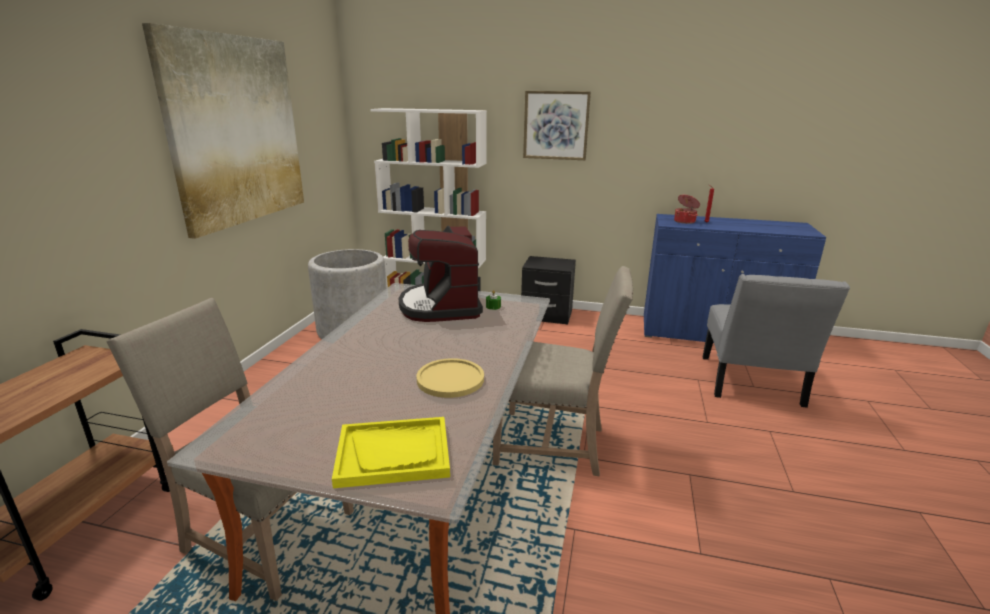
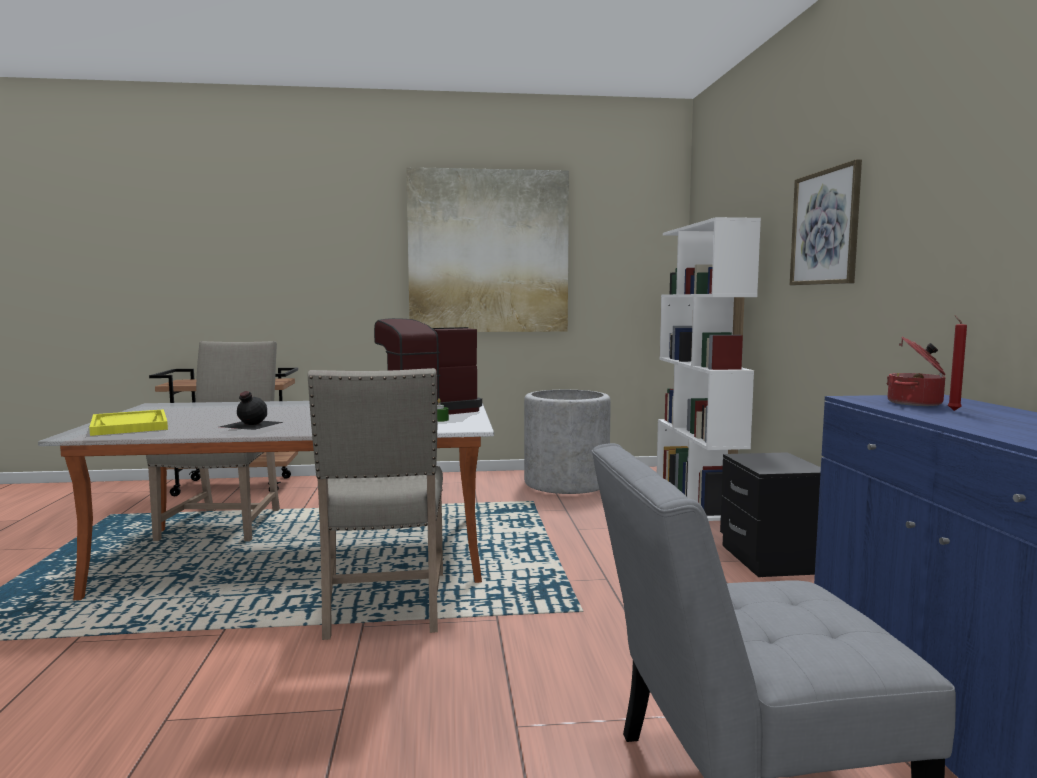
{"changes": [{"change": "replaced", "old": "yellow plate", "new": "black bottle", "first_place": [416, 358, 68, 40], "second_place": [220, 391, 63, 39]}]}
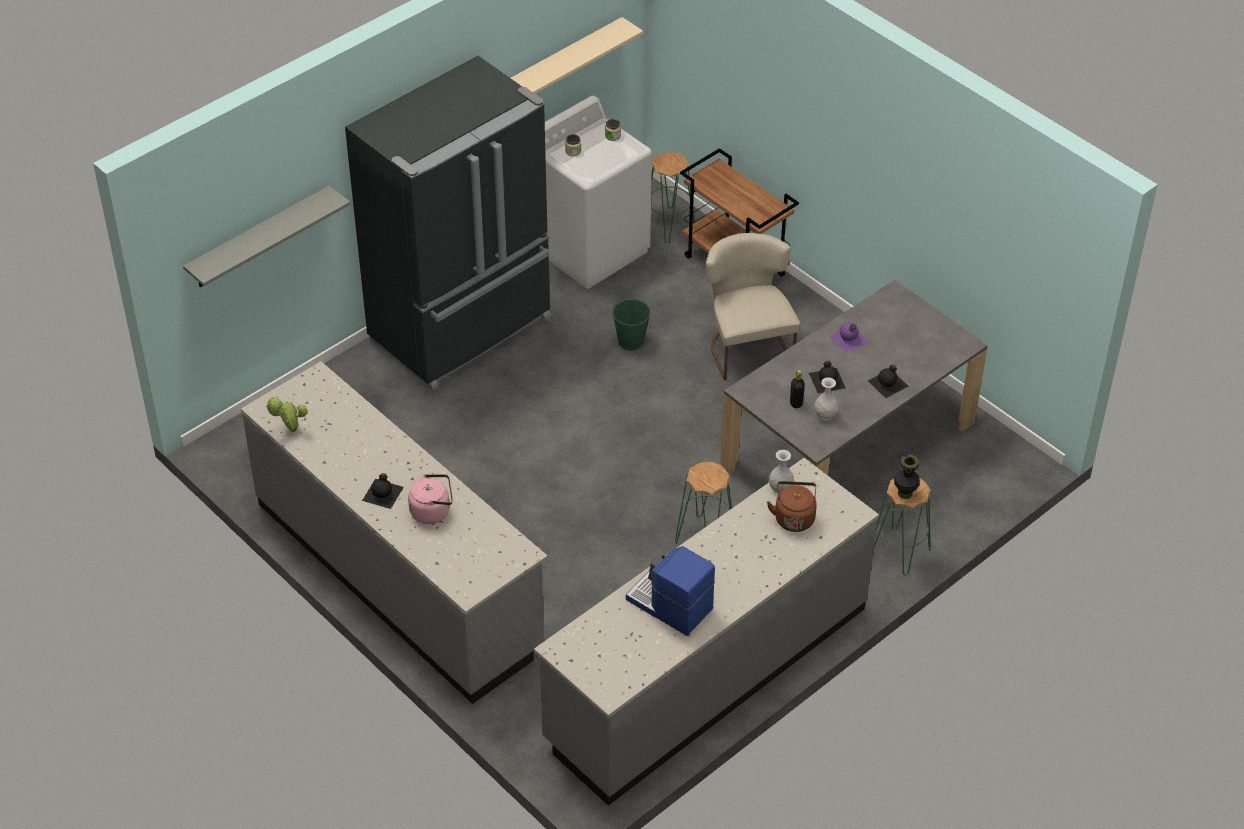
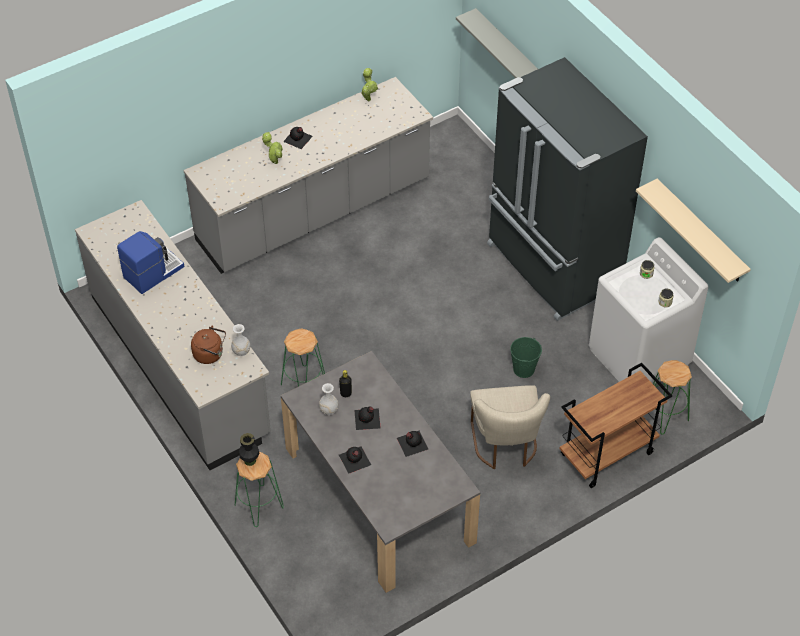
{"changes": [{"change": "replaced", "old": "pink kettle", "new": "potted plant", "first_place": [408, 474, 45, 50], "second_place": [262, 132, 21, 32]}, {"change": "turned", "old": "beige chair", "first_place": [706, 233, 94, 147], "second_place": [470, 385, 80, 84], "degrees": 90}, {"change": "recoloured", "old": "purple bottle", "new": "black bottle", "first_place": [829, 322, 40, 31], "second_place": [397, 431, 31, 26]}]}
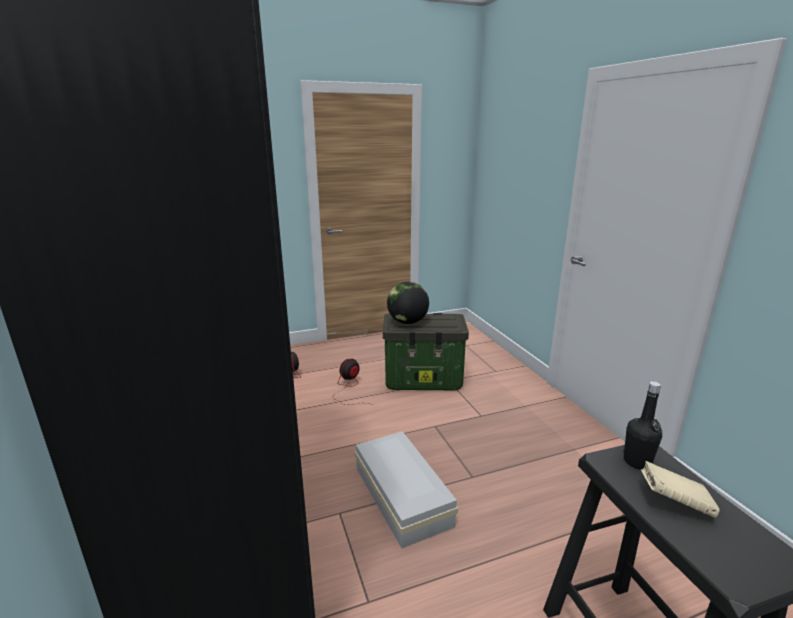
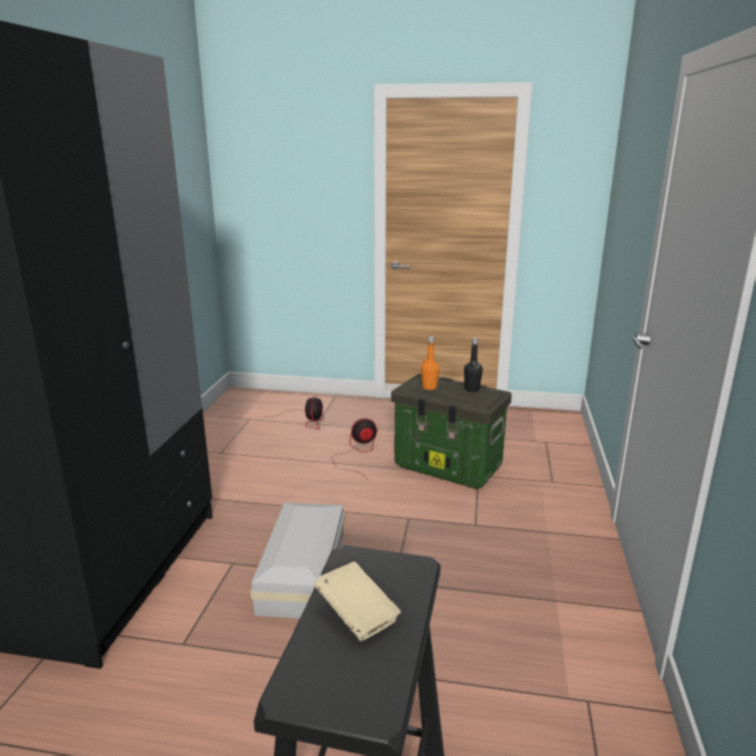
{"changes": [{"change": "replaced", "old": "globe", "new": "orange bottle", "first_place": [387, 282, 42, 42], "second_place": [421, 336, 18, 54]}, {"change": "moved", "old": "black bottle", "first_place": [624, 381, 38, 88], "second_place": [464, 338, 19, 54]}]}
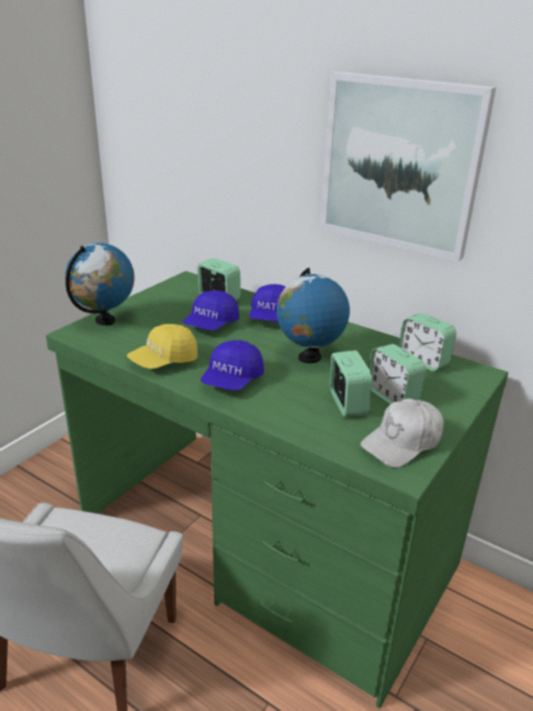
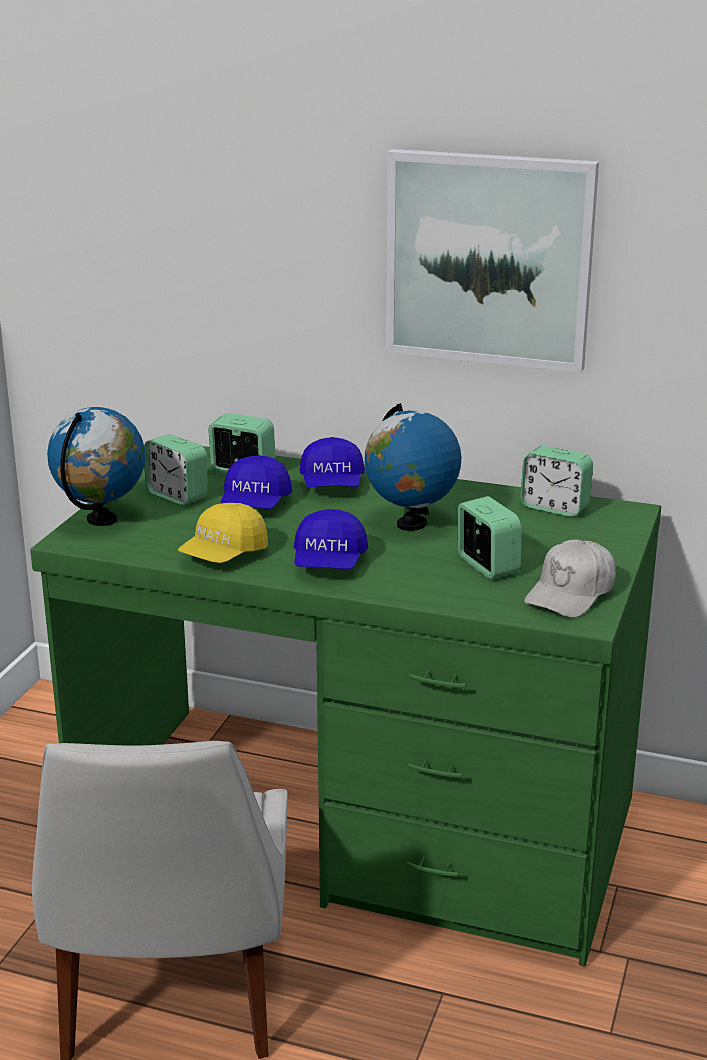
{"changes": [{"change": "moved", "old": "alarm clock", "first_place": [369, 344, 57, 61], "second_place": [144, 434, 64, 71]}]}
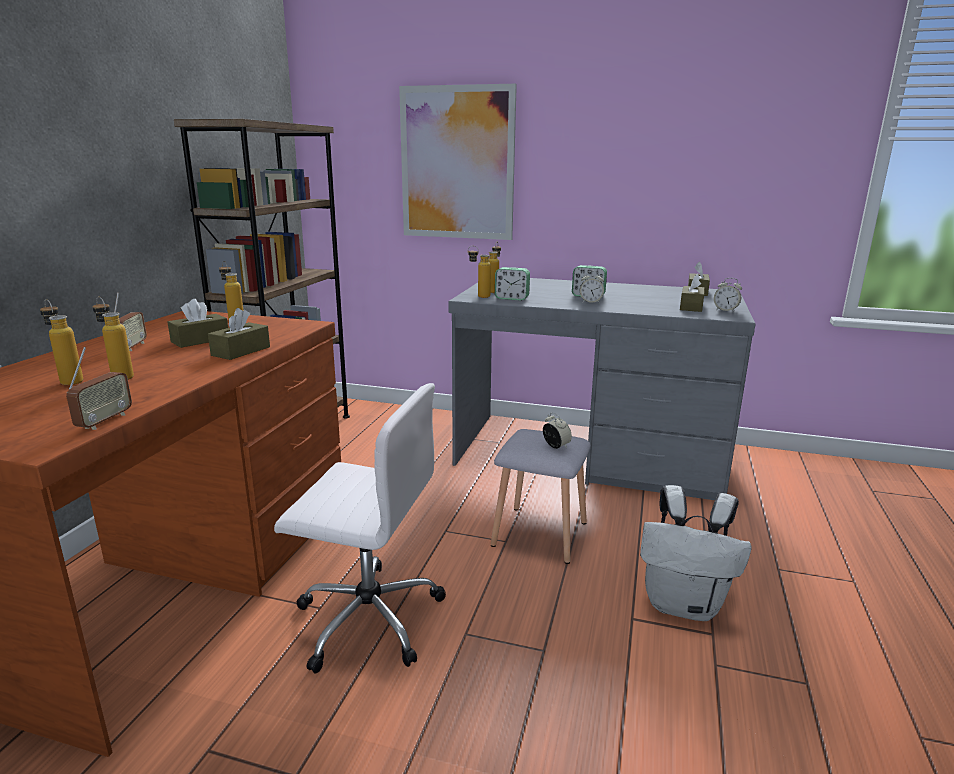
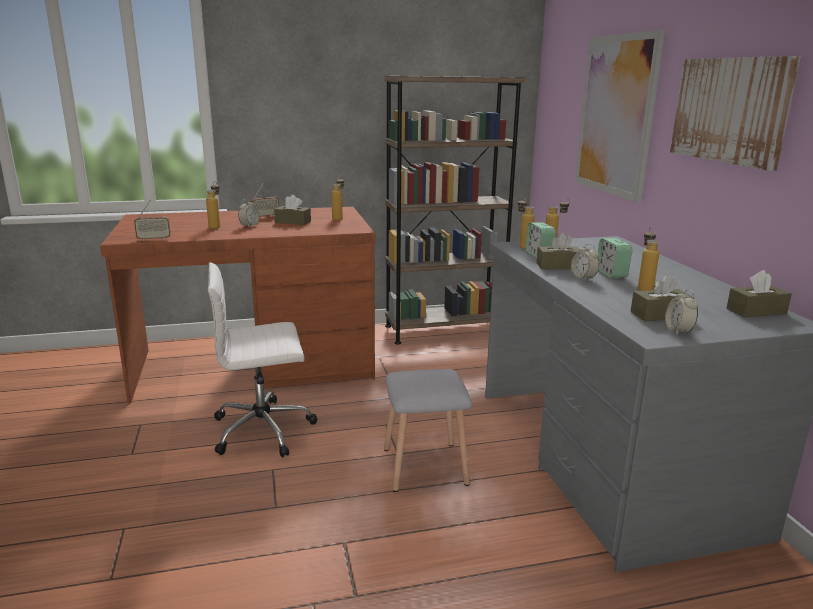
{"changes": [{"change": "moved", "old": "bottle", "first_place": [40, 299, 43, 86], "second_place": [638, 227, 21, 64]}, {"change": "moved", "old": "brown tissue box", "first_place": [208, 308, 62, 52], "second_place": [536, 233, 43, 36]}, {"change": "turned", "old": "white office chair", "first_place": [274, 383, 172, 291], "second_place": [208, 262, 109, 195], "degrees": 90}, {"change": "moved", "old": "alarm clock", "first_place": [543, 413, 29, 36], "second_place": [238, 199, 21, 28]}, {"change": "removed", "old": "white backpack", "first_place": [640, 485, 112, 136]}, {"change": "added", "new": "picture", "second_place": [670, 56, 131, 115]}]}
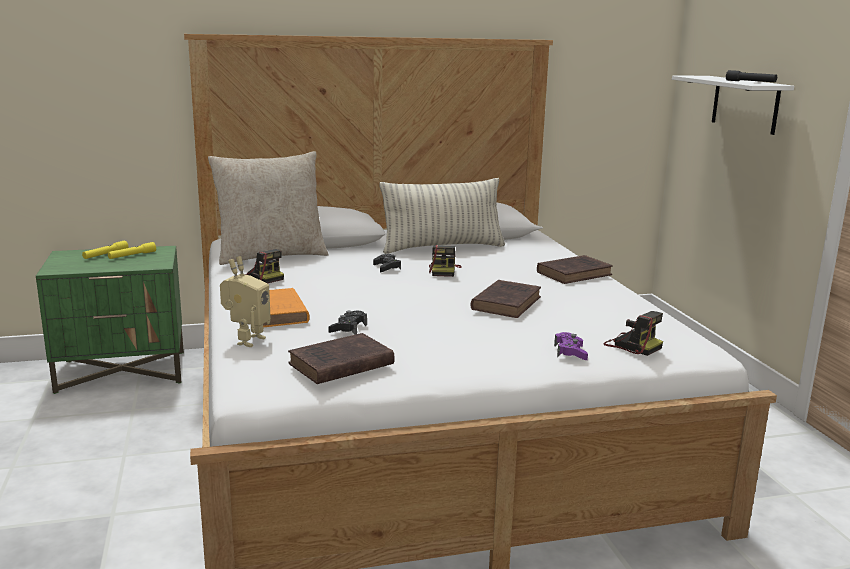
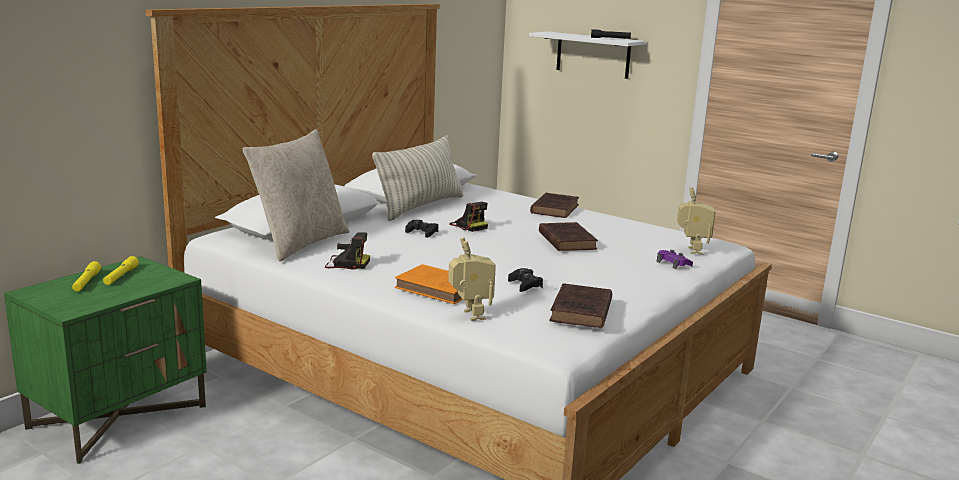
{"changes": [{"change": "replaced", "old": "photo camera", "new": "toy robot", "first_place": [604, 311, 59, 45], "second_place": [677, 187, 38, 68]}]}
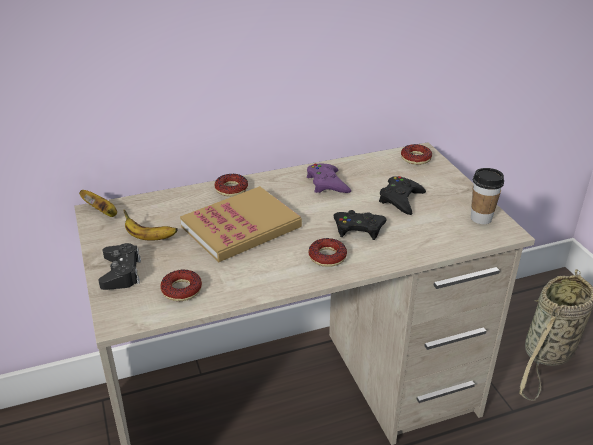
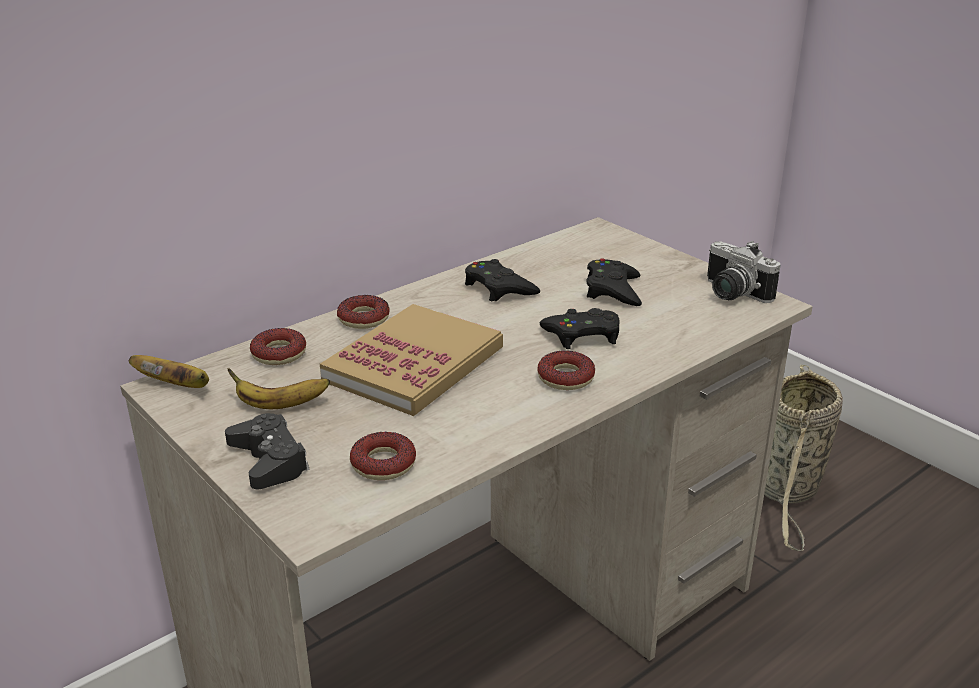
{"changes": [{"change": "recoloured", "old": "purple game controller", "new": "black game controller", "first_place": [307, 163, 44, 30], "second_place": [465, 259, 75, 42]}, {"change": "moved", "old": "donut", "first_place": [401, 144, 31, 21], "second_place": [250, 328, 56, 37]}, {"change": "replaced", "old": "cup", "new": "photo camera", "first_place": [471, 168, 33, 56], "second_place": [707, 241, 74, 62]}]}
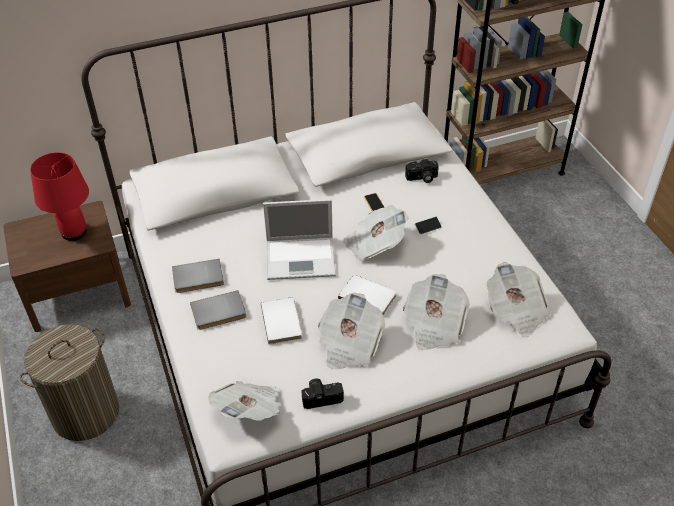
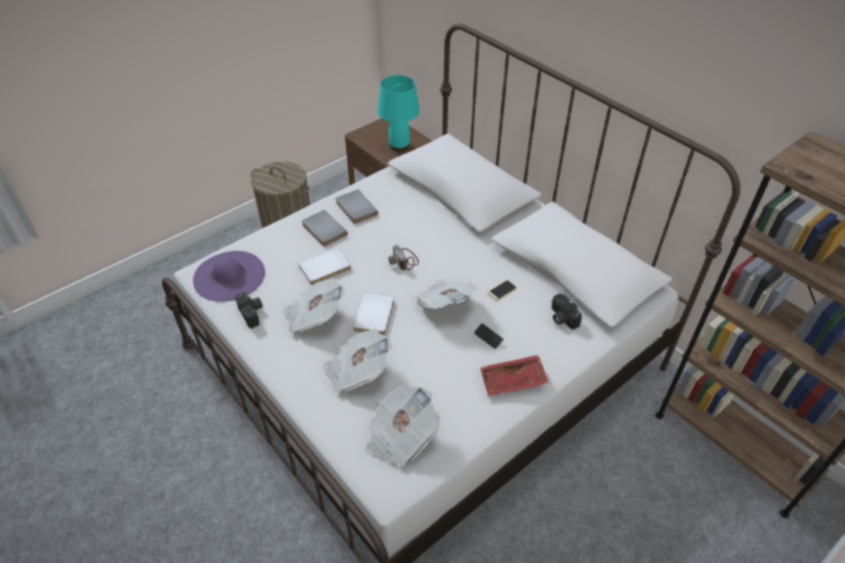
{"changes": [{"change": "recoloured", "old": "red table lamp", "new": "turquoise table lamp", "first_place": [30, 152, 59, 89], "second_place": [377, 75, 43, 77]}, {"change": "replaced", "old": "newspaper", "new": "purple hat", "first_place": [208, 381, 74, 40], "second_place": [193, 251, 72, 51]}, {"change": "replaced", "old": "laptop", "new": "photo camera", "first_place": [263, 199, 73, 81], "second_place": [388, 245, 31, 25]}, {"change": "added", "new": "red tray", "second_place": [480, 355, 69, 41]}]}
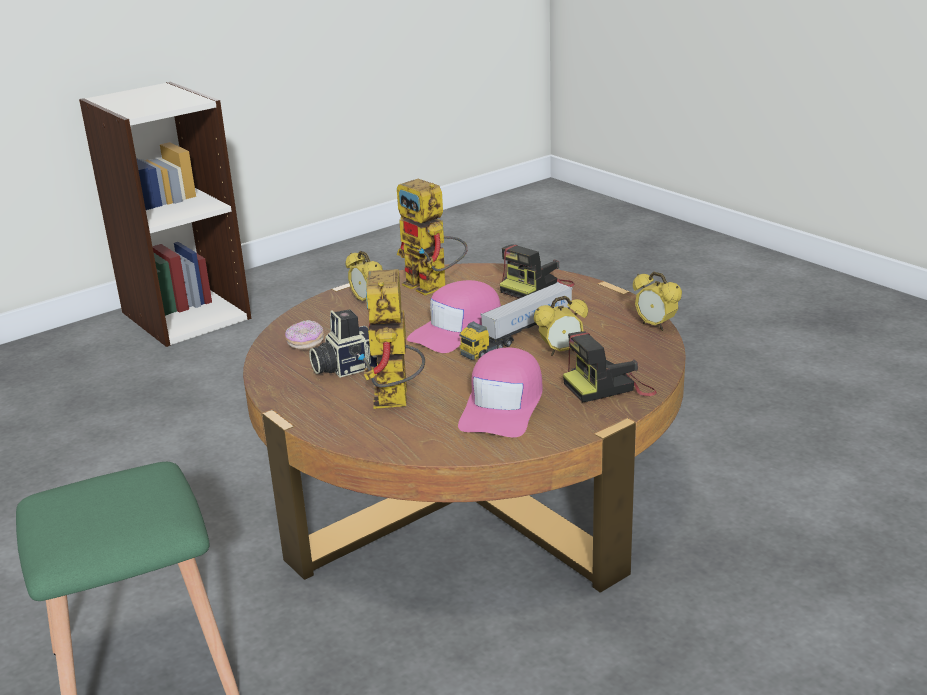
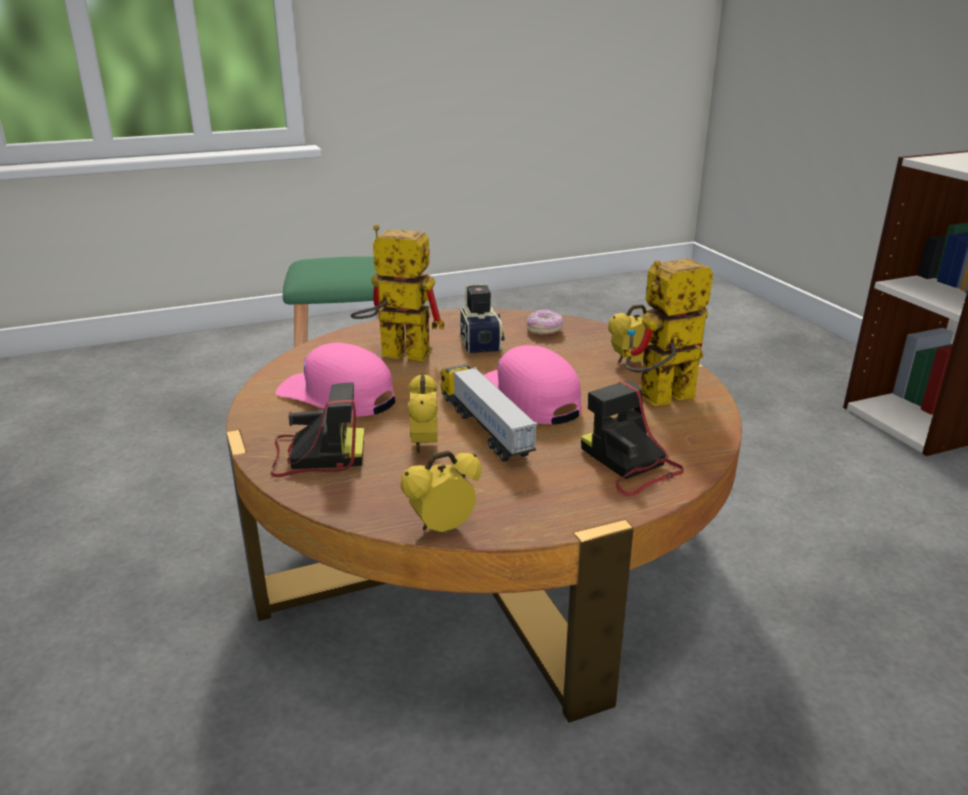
{"changes": [{"change": "turned", "old": "photo camera", "first_place": [563, 331, 94, 72], "second_place": [271, 382, 93, 95], "degrees": 90}]}
